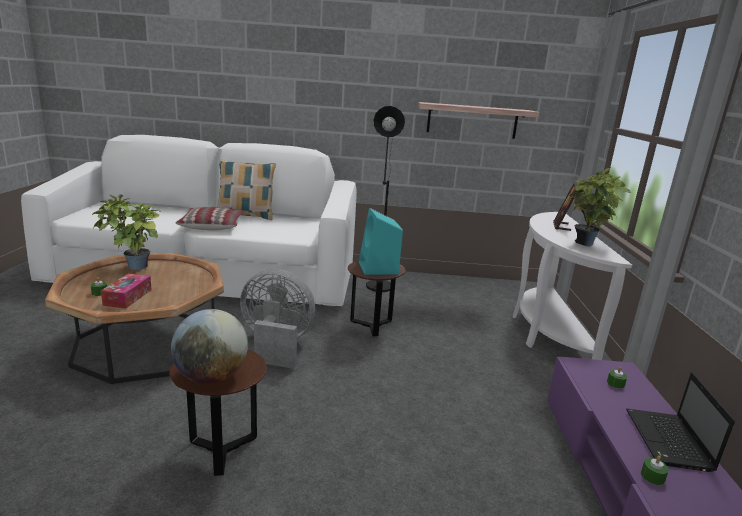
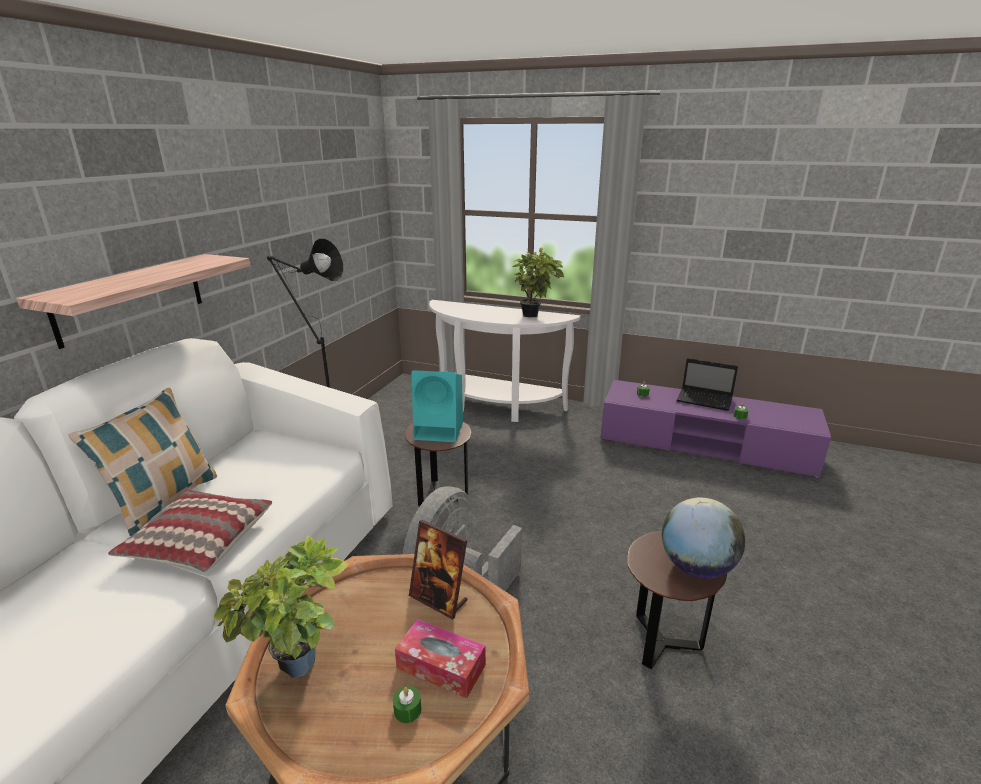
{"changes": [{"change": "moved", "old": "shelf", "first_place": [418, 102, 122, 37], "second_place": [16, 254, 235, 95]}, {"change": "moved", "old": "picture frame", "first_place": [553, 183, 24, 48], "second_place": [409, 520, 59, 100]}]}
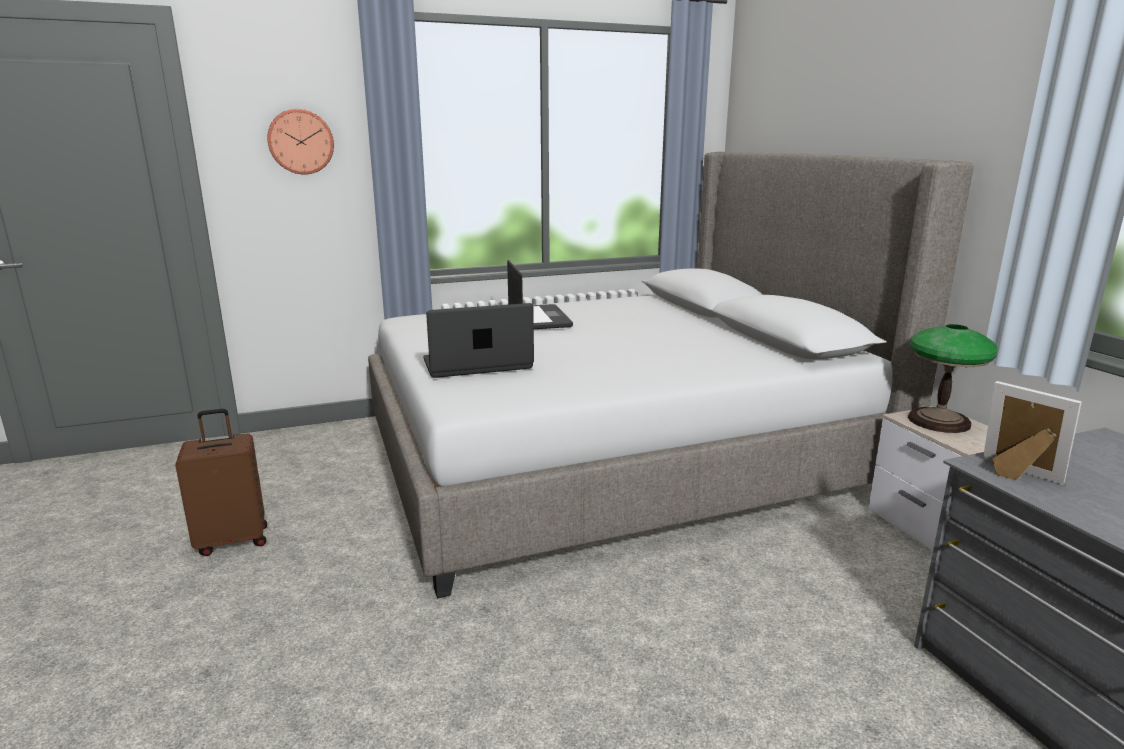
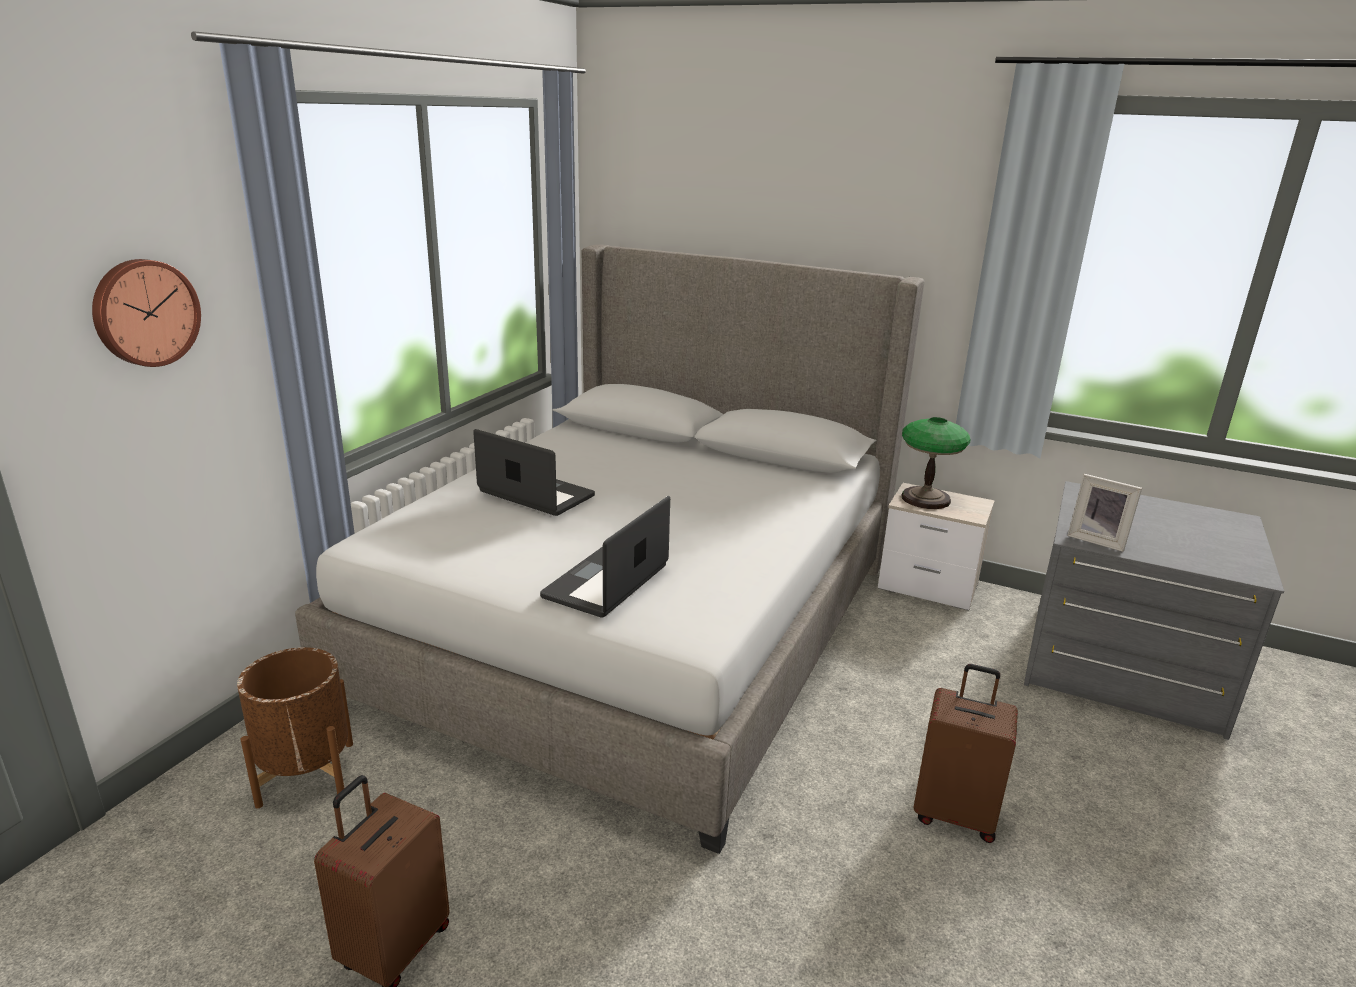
{"changes": [{"change": "turned", "old": "picture frame", "first_place": [983, 381, 99, 104], "second_place": [1067, 474, 75, 78], "degrees": -150}, {"change": "added", "new": "brown planter", "second_place": [237, 647, 116, 161]}, {"change": "added", "new": "brown suitcase", "second_place": [913, 664, 105, 179]}]}
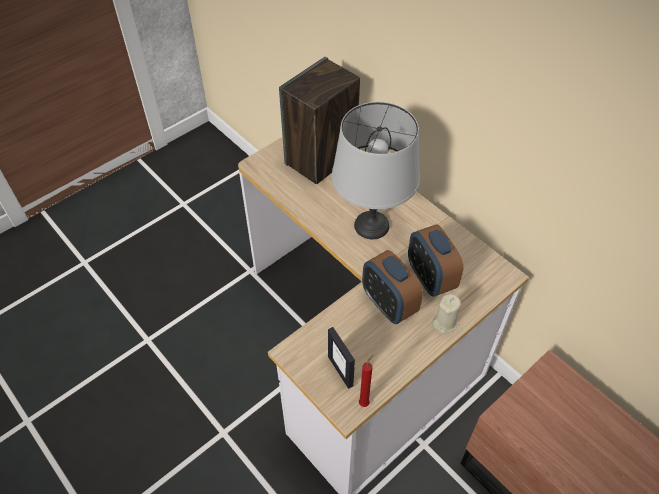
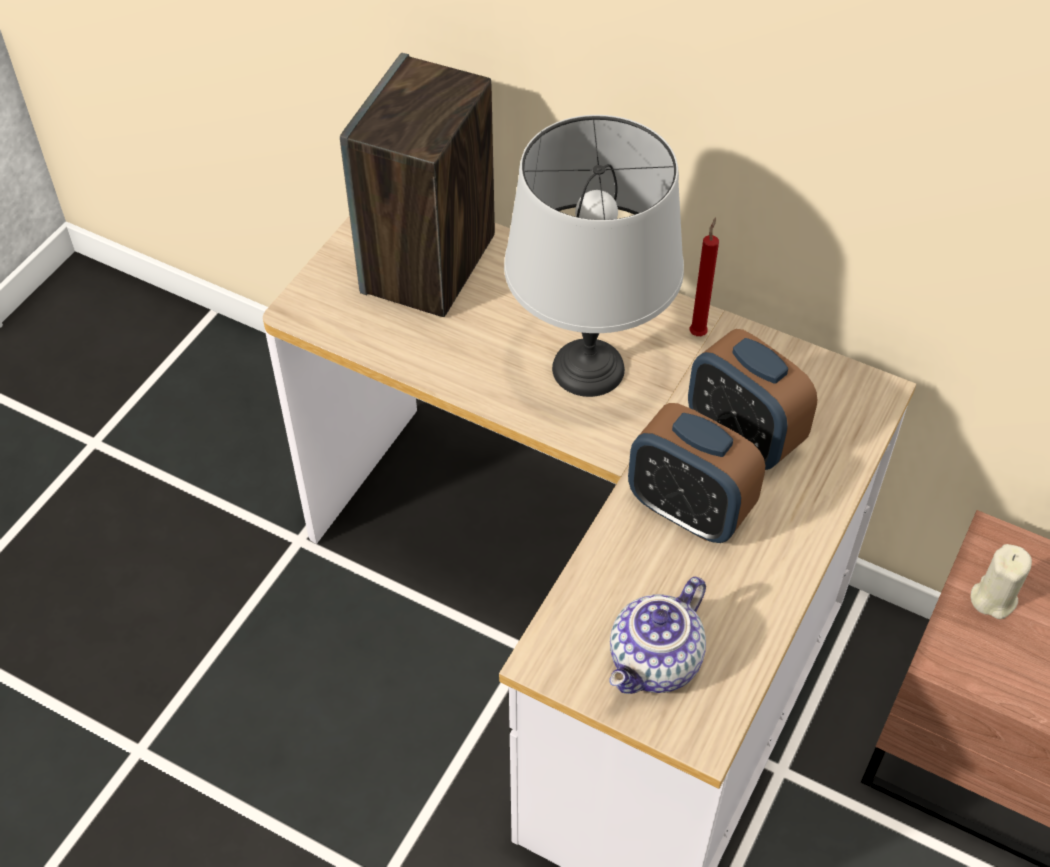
{"changes": [{"change": "replaced", "old": "picture frame", "new": "teapot", "first_place": [328, 327, 27, 62], "second_place": [610, 577, 96, 117]}, {"change": "moved", "old": "red candle", "first_place": [359, 354, 15, 53], "second_place": [690, 217, 29, 119]}, {"change": "moved", "old": "beige candle", "first_place": [432, 293, 29, 41], "second_place": [971, 544, 61, 75]}]}
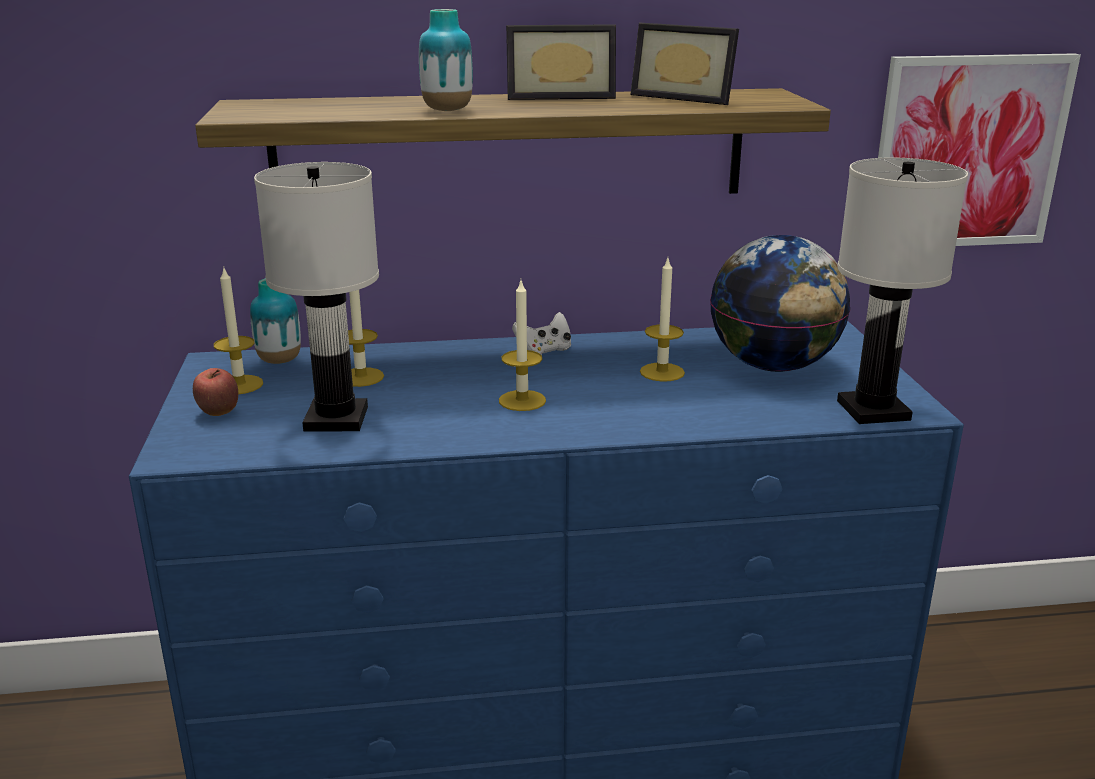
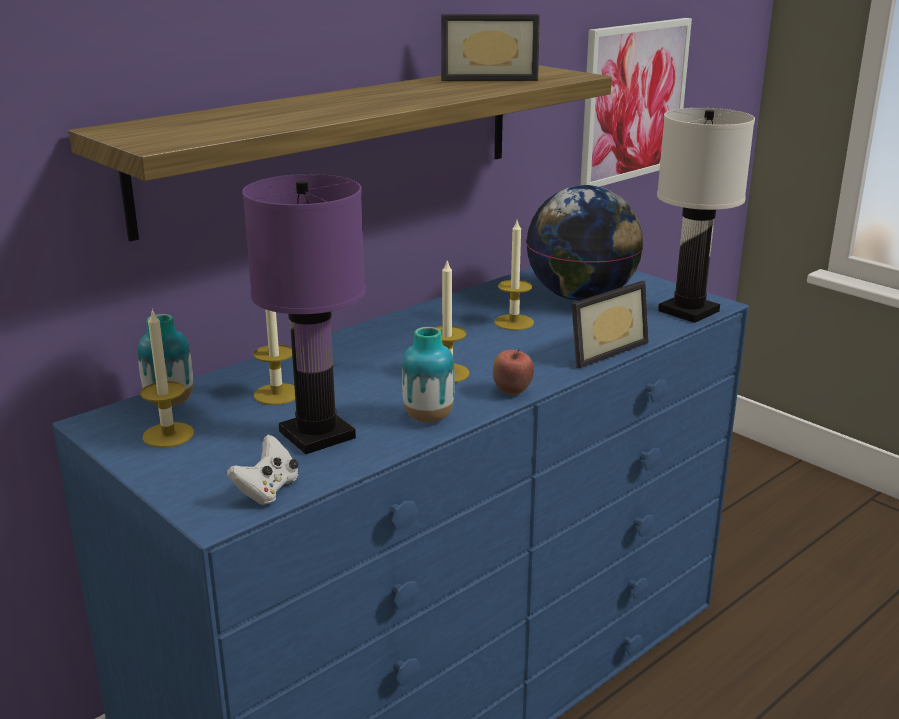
{"changes": [{"change": "moved", "old": "apple", "first_place": [193, 368, 45, 48], "second_place": [493, 349, 41, 46]}, {"change": "recoloured", "old": "white table lamp", "new": "purple table lamp", "first_place": [254, 162, 125, 270], "second_place": [242, 174, 123, 280]}, {"change": "moved", "old": "vase", "first_place": [419, 9, 54, 102], "second_place": [402, 327, 53, 95]}, {"change": "moved", "old": "picture frame", "first_place": [506, 24, 110, 76], "second_place": [571, 281, 78, 87]}, {"change": "moved", "old": "white game controller", "first_place": [512, 312, 59, 43], "second_place": [227, 435, 72, 70]}]}
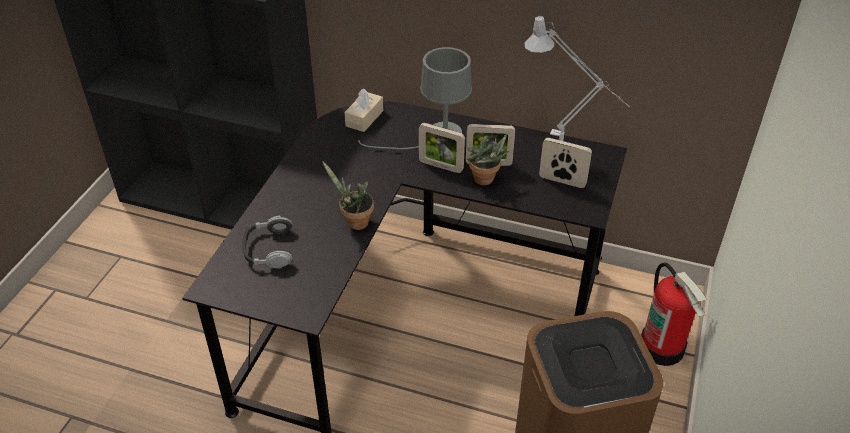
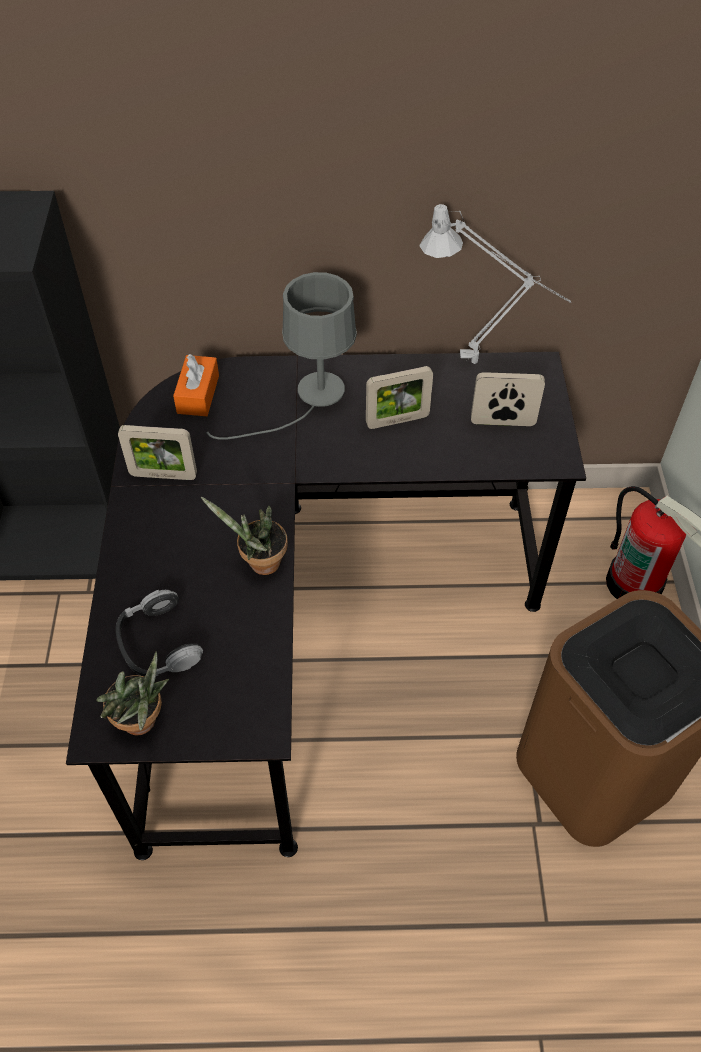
{"changes": [{"change": "recoloured", "old": "beige tissue box", "new": "orange tissue box", "first_place": [344, 89, 39, 43], "second_place": [173, 354, 46, 62]}, {"change": "moved", "old": "picture frame", "first_place": [419, 123, 46, 50], "second_place": [118, 425, 79, 55]}, {"change": "moved", "old": "potted plant", "first_place": [467, 133, 42, 52], "second_place": [96, 651, 73, 84]}]}
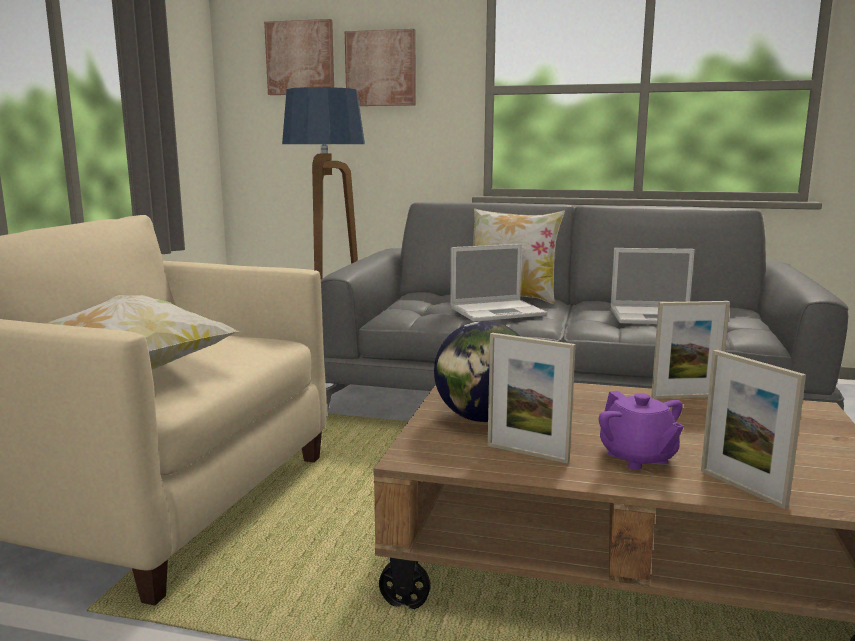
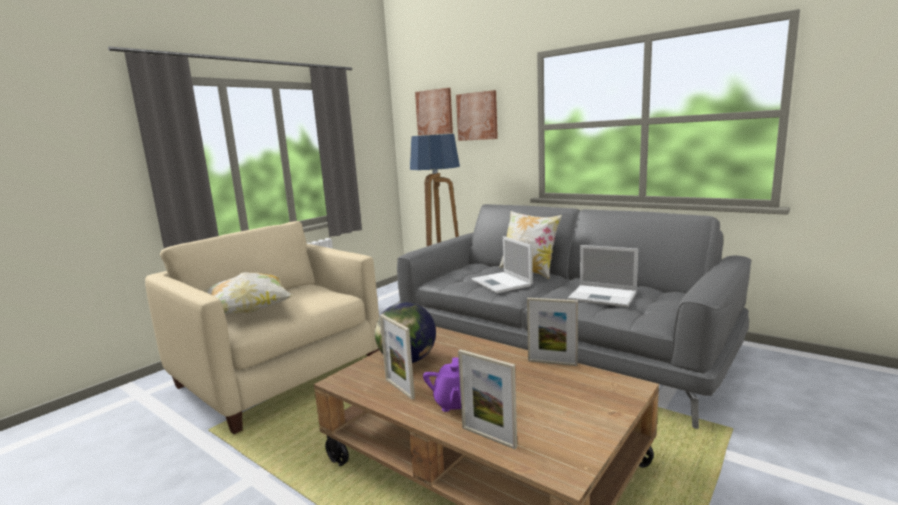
{"changes": [{"change": "turned", "old": "laptop", "first_place": [450, 244, 97, 78], "second_place": [471, 236, 62, 57], "degrees": 60}, {"change": "turned", "old": "picture frame", "first_place": [701, 350, 105, 159], "second_place": [458, 349, 59, 100], "degrees": -45}]}
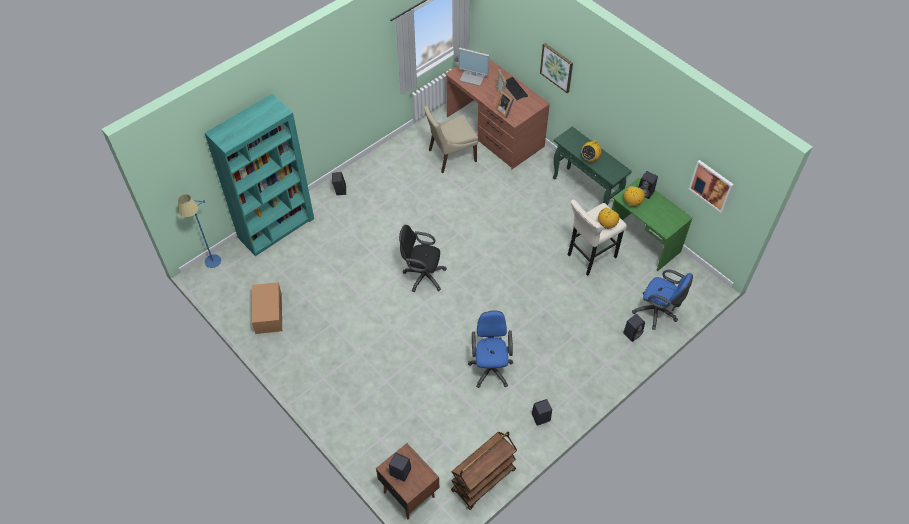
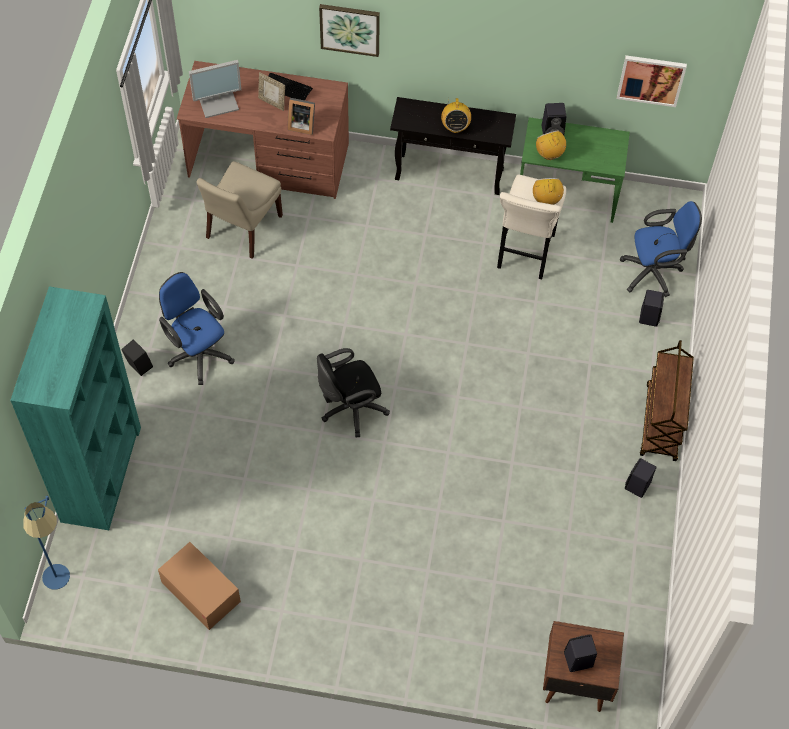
{"changes": [{"change": "moved", "old": "brown cart", "first_place": [451, 432, 66, 78], "second_place": [640, 340, 54, 121]}, {"change": "moved", "old": "blue office chair", "first_place": [468, 310, 45, 78], "second_place": [159, 272, 76, 113]}, {"change": "recoloured", "old": "green console table", "new": "black console table", "first_place": [553, 126, 79, 79], "second_place": [390, 97, 126, 98]}]}
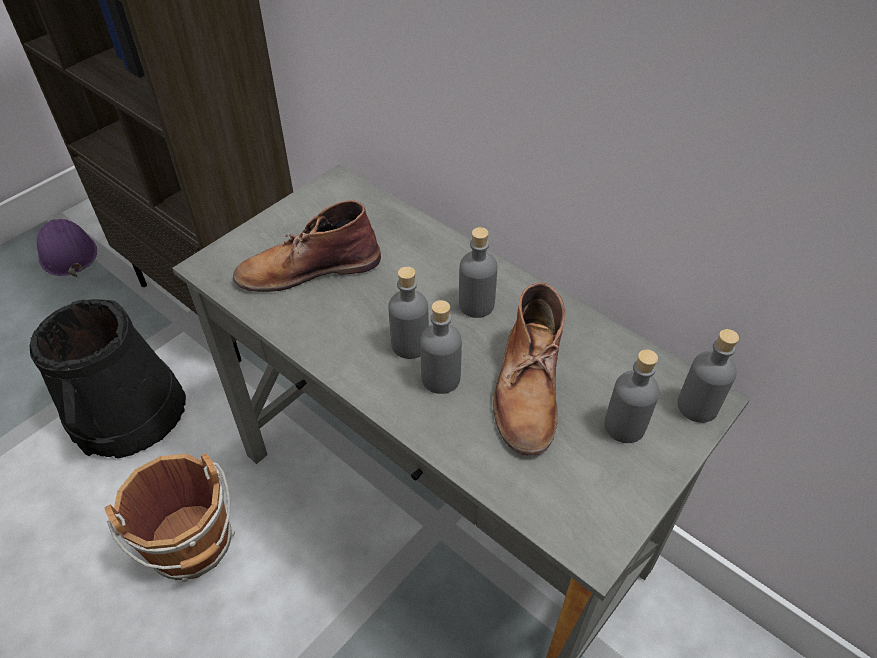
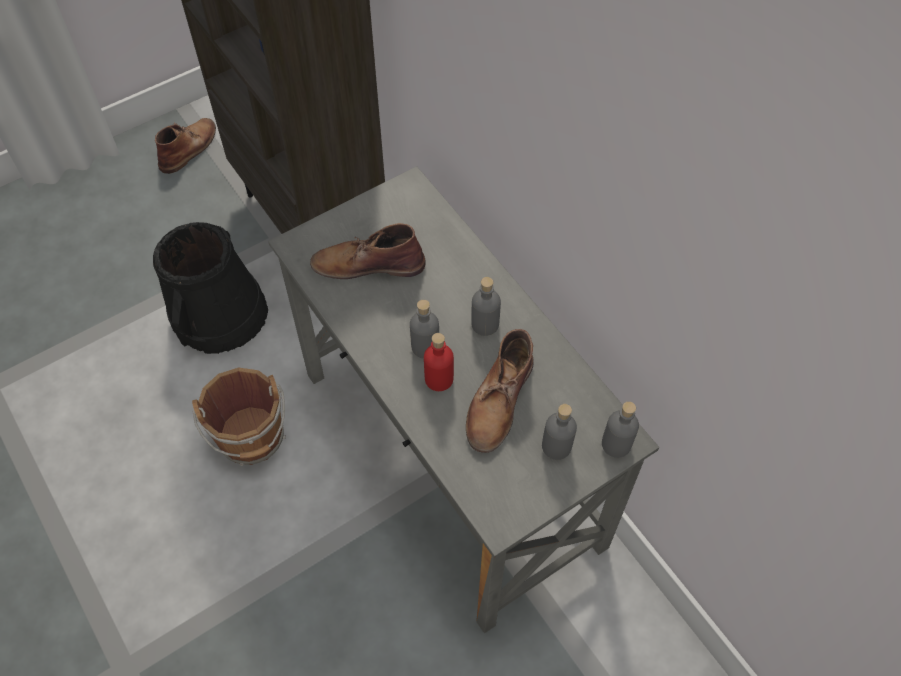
{"changes": [{"change": "replaced", "old": "purple hard hat", "new": "brown boot", "first_place": [37, 219, 60, 58], "second_place": [155, 118, 61, 56]}, {"change": "recoloured", "old": "grey bottle", "new": "red bottle", "first_place": [420, 300, 42, 94], "second_place": [424, 333, 30, 58]}]}
